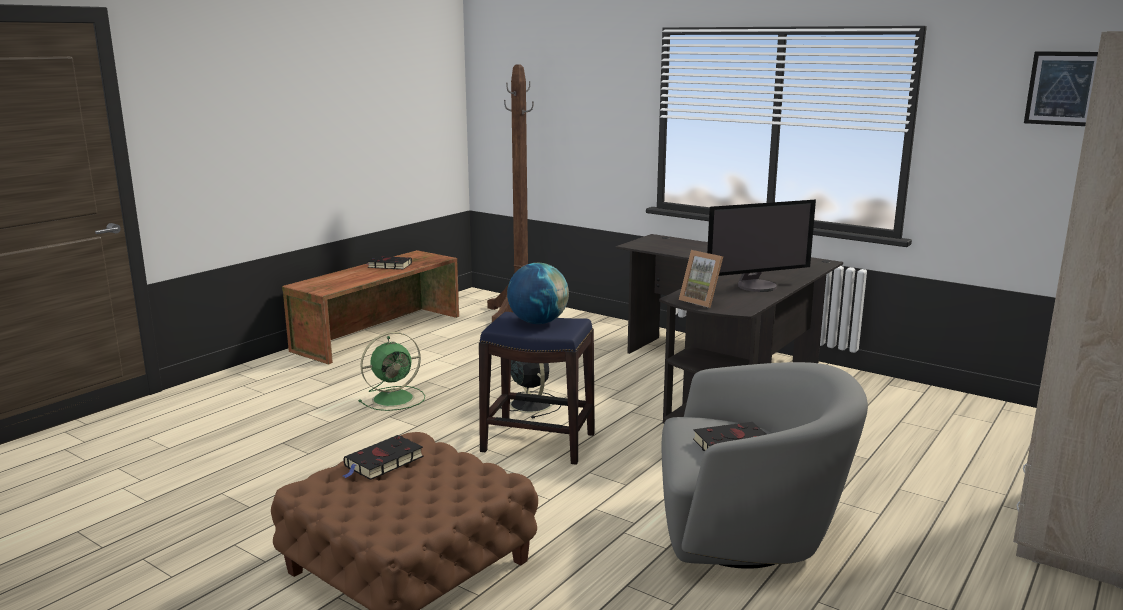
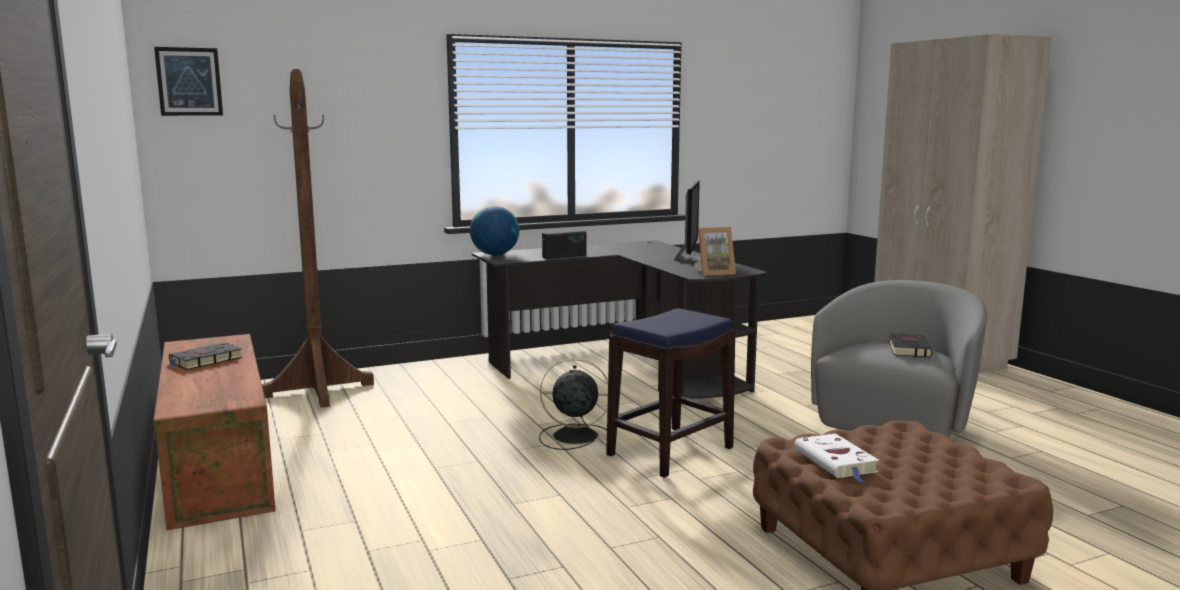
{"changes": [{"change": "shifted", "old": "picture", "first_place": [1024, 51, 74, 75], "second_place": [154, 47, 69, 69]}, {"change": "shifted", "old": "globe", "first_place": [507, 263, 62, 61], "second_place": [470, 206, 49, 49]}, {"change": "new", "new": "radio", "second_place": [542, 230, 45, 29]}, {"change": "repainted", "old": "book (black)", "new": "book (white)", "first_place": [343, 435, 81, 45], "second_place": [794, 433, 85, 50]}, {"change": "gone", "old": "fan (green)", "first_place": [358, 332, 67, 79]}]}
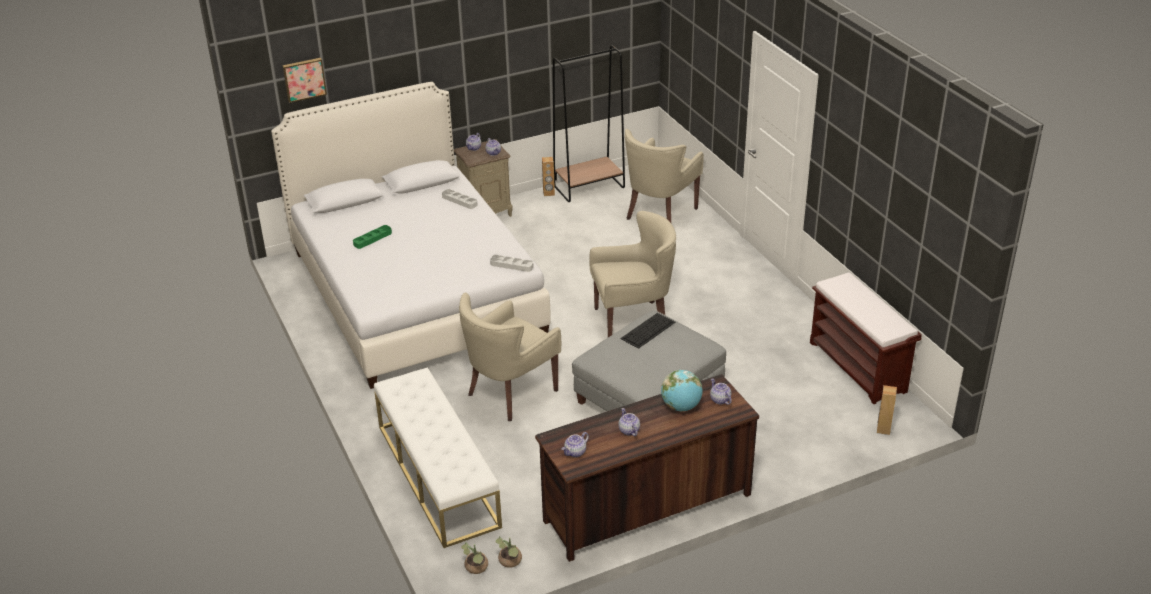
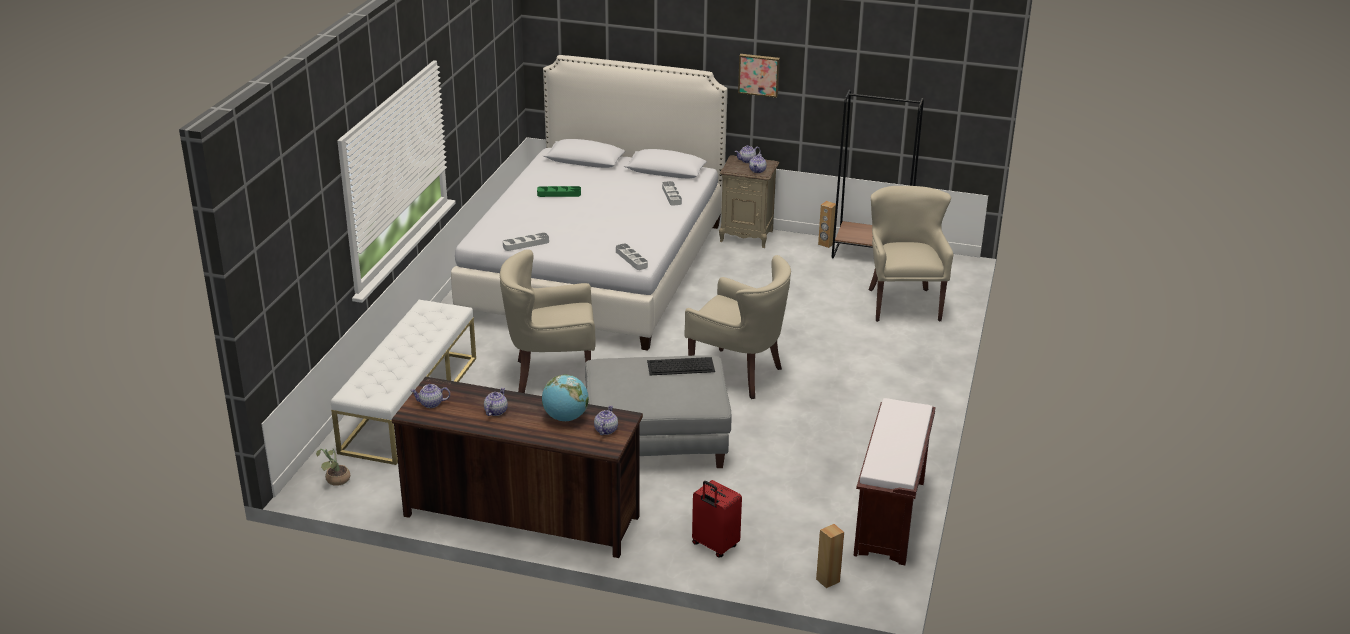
{"changes": [{"change": "new", "new": "tray (grey)", "second_place": [503, 233, 46, 18]}, {"change": "new", "new": "suitcase (red)", "second_place": [692, 480, 50, 77]}, {"change": "shifted", "old": "picture", "first_place": [282, 58, 45, 45], "second_place": [738, 54, 42, 44]}, {"change": "rotated", "old": "armchair (beige)", "first_place": [625, 129, 79, 94], "second_place": [868, 186, 85, 136], "degrees": 105}, {"change": "gone", "old": "potted plant", "first_place": [495, 536, 27, 32]}]}
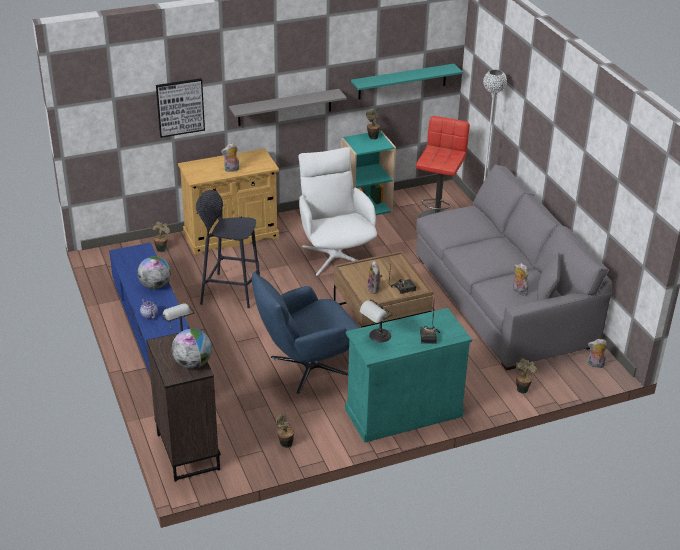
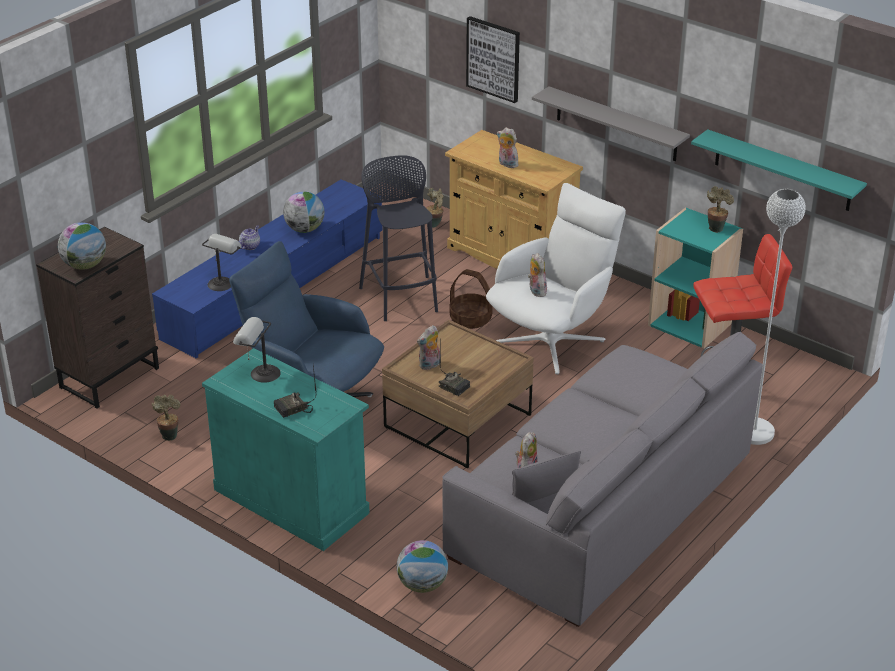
{"changes": [{"change": "swapped", "old": "potted plant", "new": "globe", "first_place": [516, 358, 21, 36], "second_place": [397, 540, 51, 53]}, {"change": "new", "new": "basket", "second_place": [450, 269, 43, 60]}, {"change": "shifted", "old": "plush toy", "first_place": [588, 339, 19, 29], "second_place": [528, 253, 19, 44]}]}
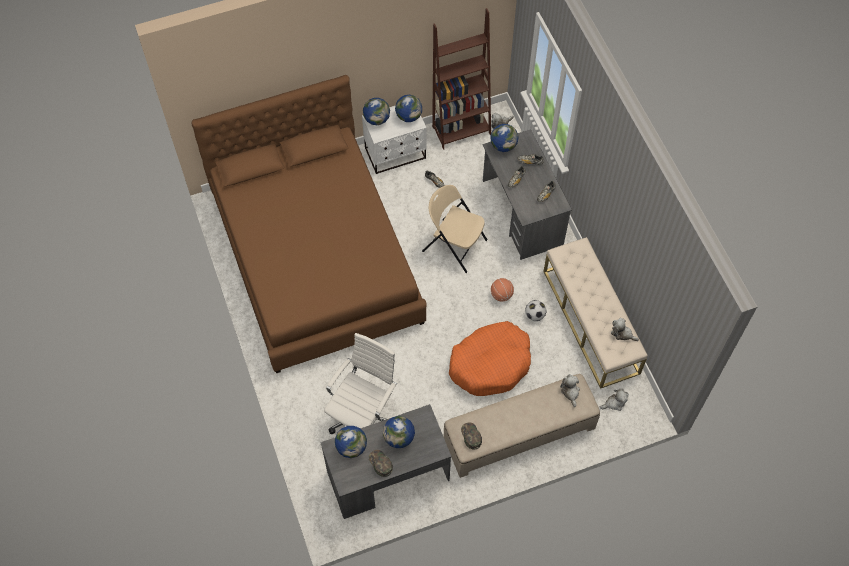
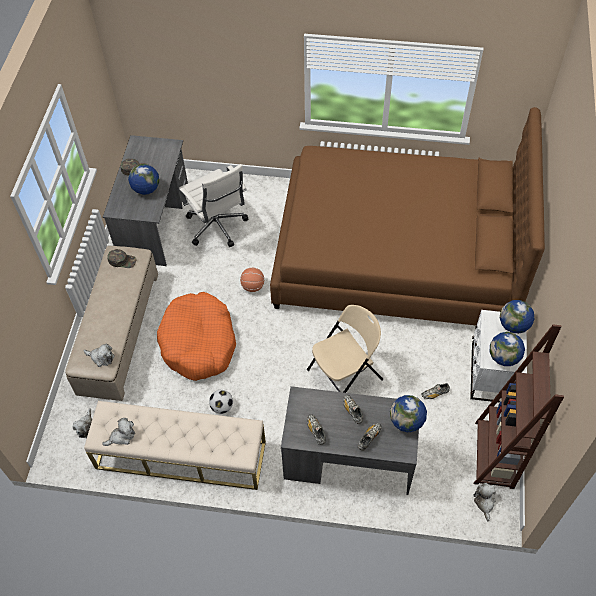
{"changes": [{"change": "shifted", "old": "basketball", "first_place": [491, 278, 23, 24], "second_place": [240, 268, 24, 24]}, {"change": "gone", "old": "globe", "first_place": [335, 426, 32, 32]}]}
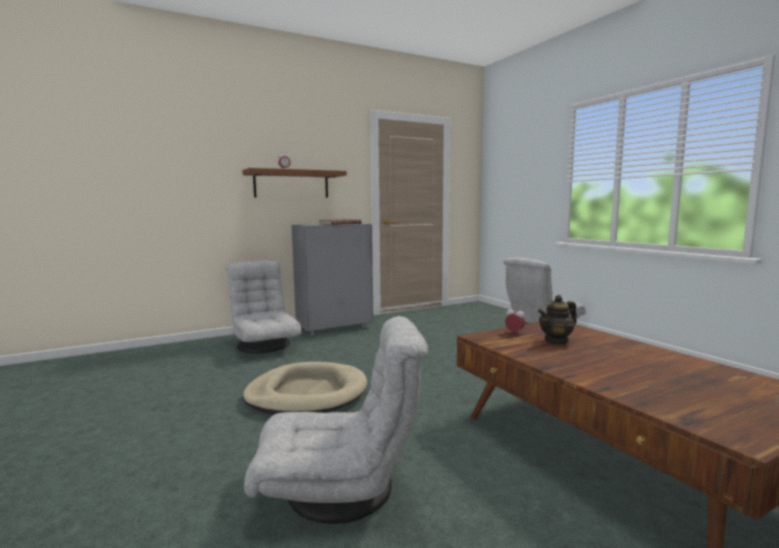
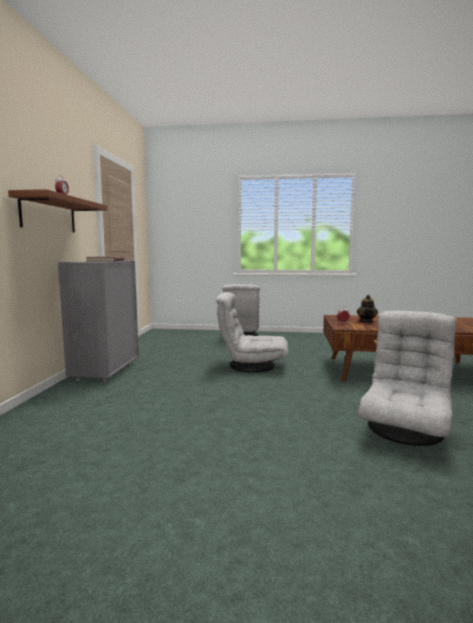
{"changes": [{"change": "shifted", "old": "armchair (grey)", "first_place": [225, 260, 76, 93], "second_place": [216, 292, 73, 81]}, {"change": "gone", "old": "dog bed (beige)", "first_place": [243, 362, 124, 53]}]}
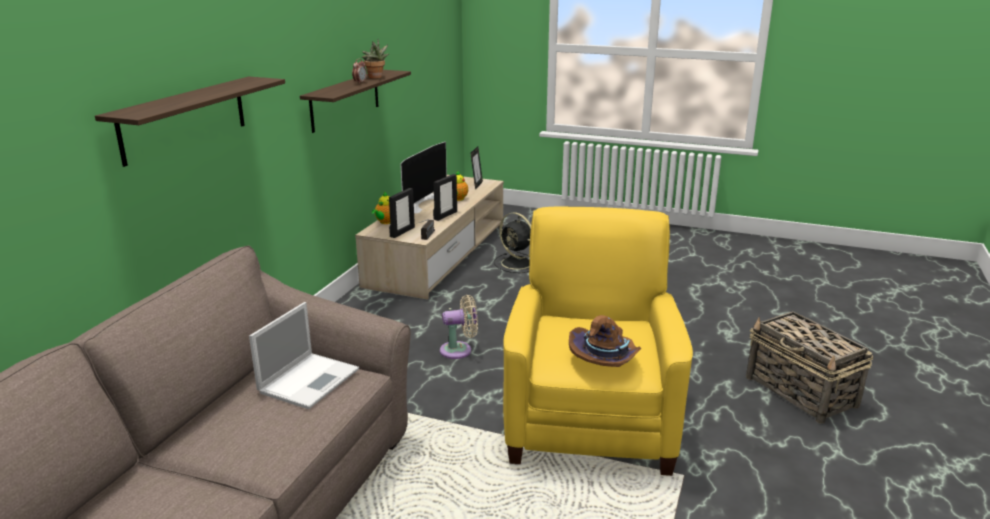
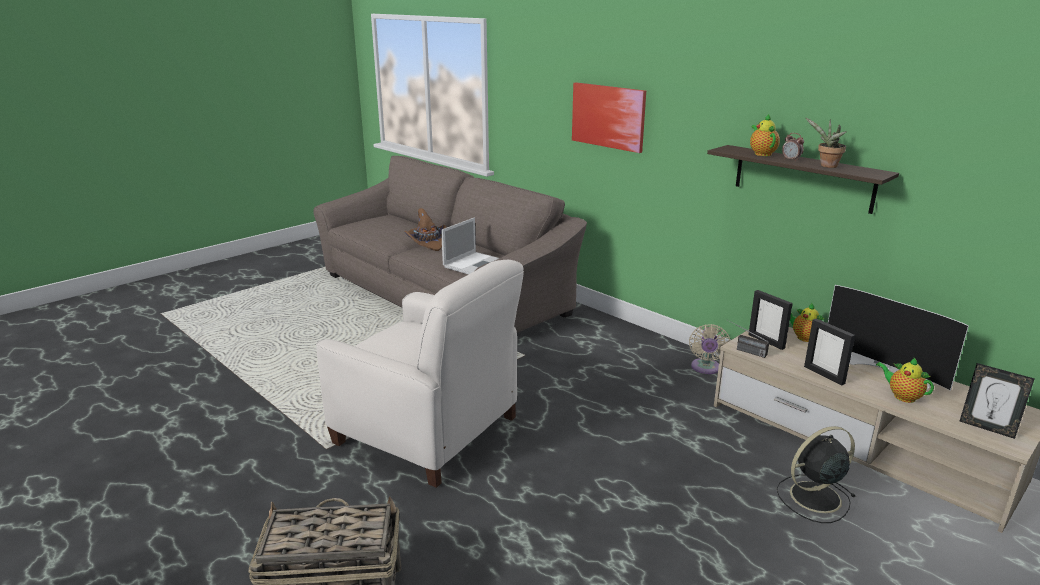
{"changes": [{"change": "repainted", "old": "armchair (yellow)", "new": "armchair (white)", "first_place": [503, 206, 190, 270], "second_place": [316, 260, 208, 228]}, {"change": "shifted", "old": "hat (brown)", "first_place": [569, 315, 72, 52], "second_place": [404, 208, 42, 43]}, {"change": "rotated", "old": "laptop", "first_place": [249, 302, 110, 107], "second_place": [441, 218, 58, 57], "degrees": -105}, {"change": "swapped", "old": "shelf", "new": "picture", "first_place": [95, 76, 190, 91], "second_place": [572, 82, 74, 71]}, {"change": "shifted", "old": "fan (beige)", "first_place": [440, 295, 38, 64], "second_place": [689, 324, 41, 50]}, {"change": "new", "new": "teapot", "second_place": [750, 114, 30, 42]}]}
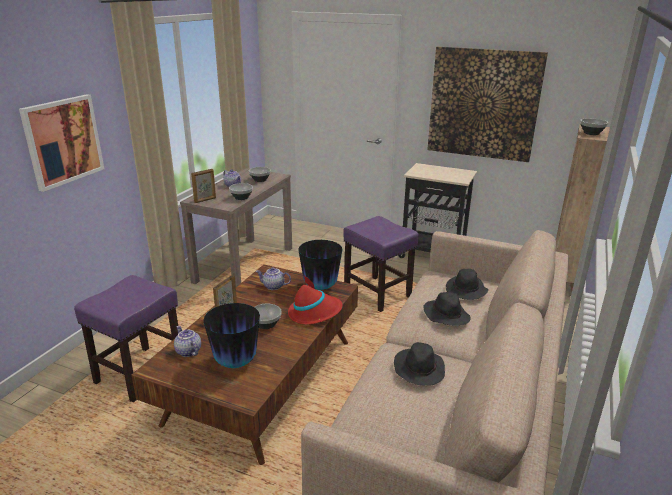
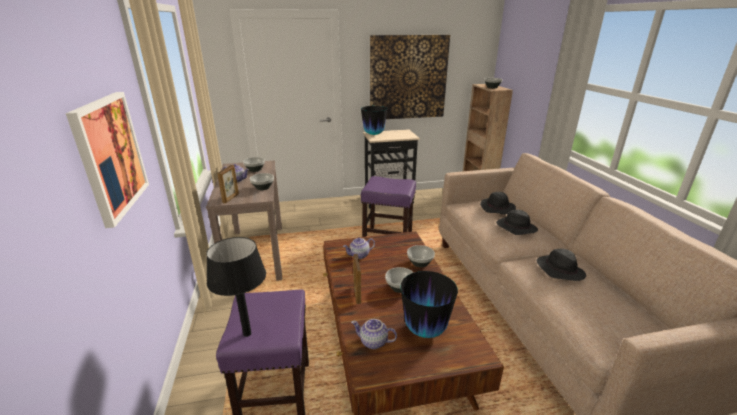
{"changes": [{"change": "new", "new": "table lamp (black)", "second_place": [206, 237, 60, 100]}, {"change": "shifted", "old": "vase", "first_place": [298, 240, 45, 50], "second_place": [361, 106, 26, 29]}, {"change": "swapped", "old": "hat (red)", "new": "bowl", "first_place": [288, 276, 55, 49], "second_place": [407, 245, 28, 23]}]}
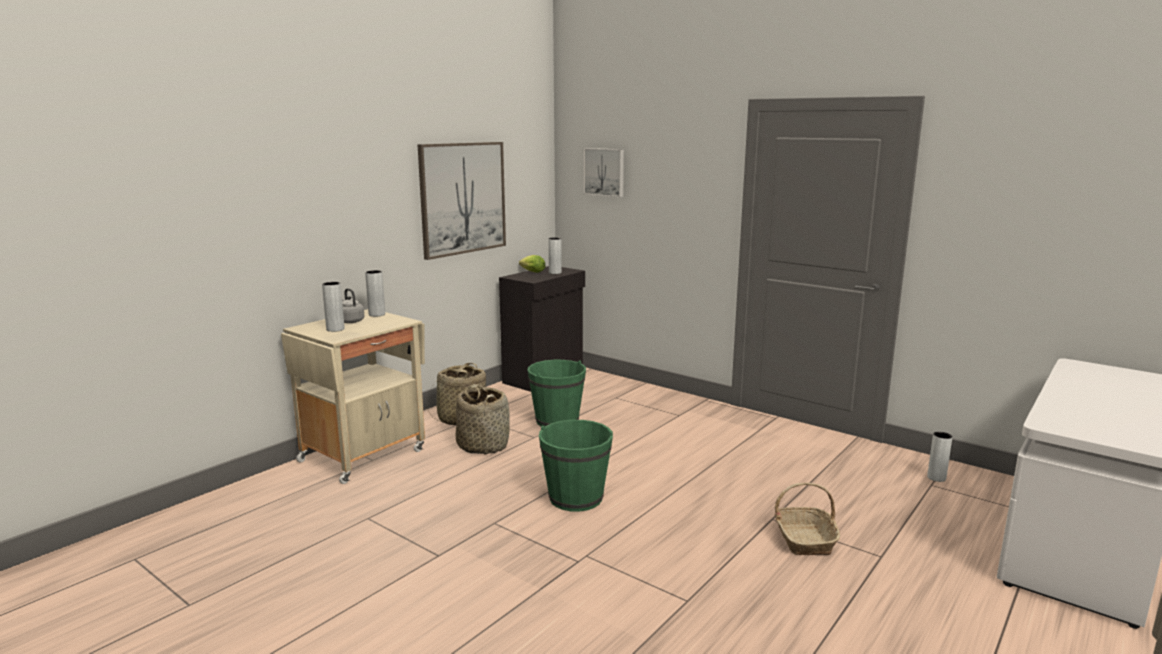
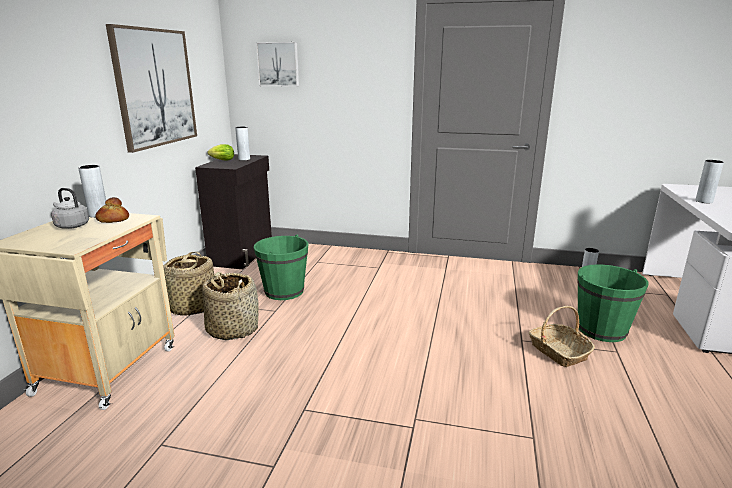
{"changes": [{"change": "new", "new": "bread", "second_place": [95, 197, 34, 26]}, {"change": "shifted", "old": "bucket (green)", "first_place": [539, 420, 74, 92], "second_place": [577, 264, 72, 78]}, {"change": "shifted", "old": "vase (grey)", "first_place": [322, 282, 23, 50], "second_place": [696, 160, 28, 43]}]}
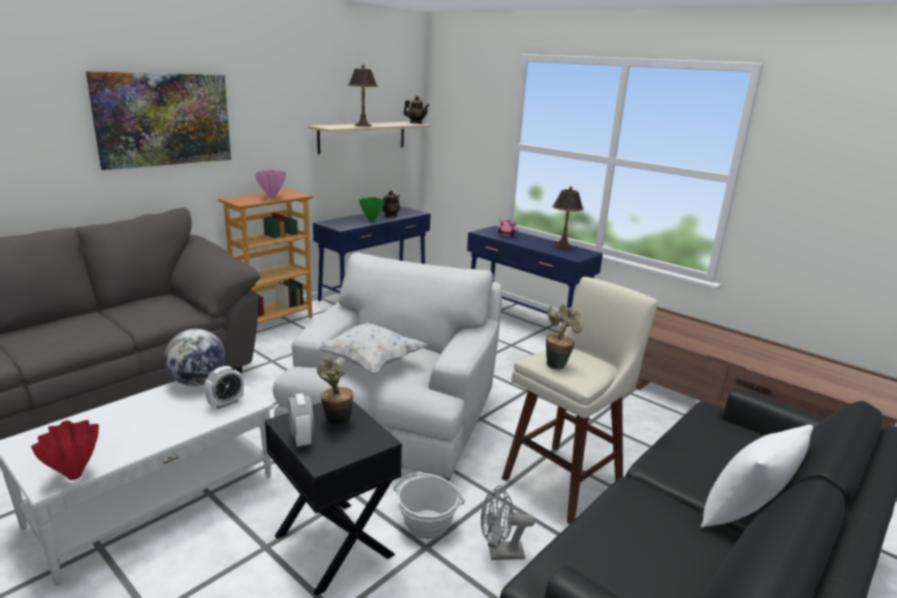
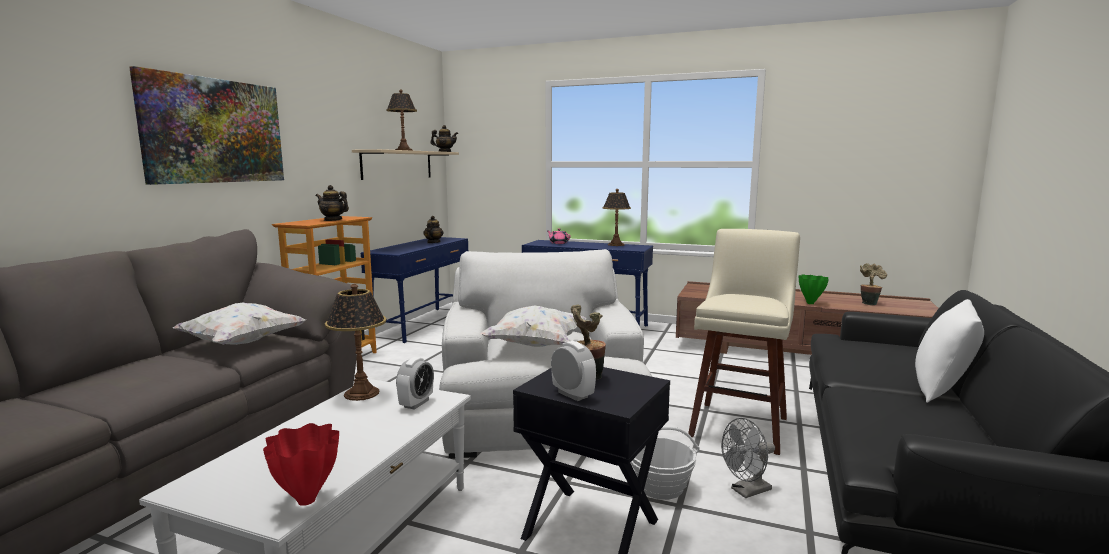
{"changes": [{"change": "new", "new": "pillow (white)", "second_place": [173, 303, 133, 42]}, {"change": "swapped", "old": "vase (pink)", "new": "teapot", "first_place": [255, 170, 31, 29], "second_place": [316, 185, 33, 36]}, {"change": "swapped", "old": "globe", "new": "table lamp", "first_place": [164, 329, 62, 57], "second_place": [325, 284, 62, 117]}, {"change": "shifted", "old": "vase (green)", "first_place": [359, 197, 26, 25], "second_place": [799, 274, 30, 30]}, {"change": "shifted", "old": "potted plant", "first_place": [546, 304, 37, 65], "second_place": [860, 263, 27, 43]}]}
